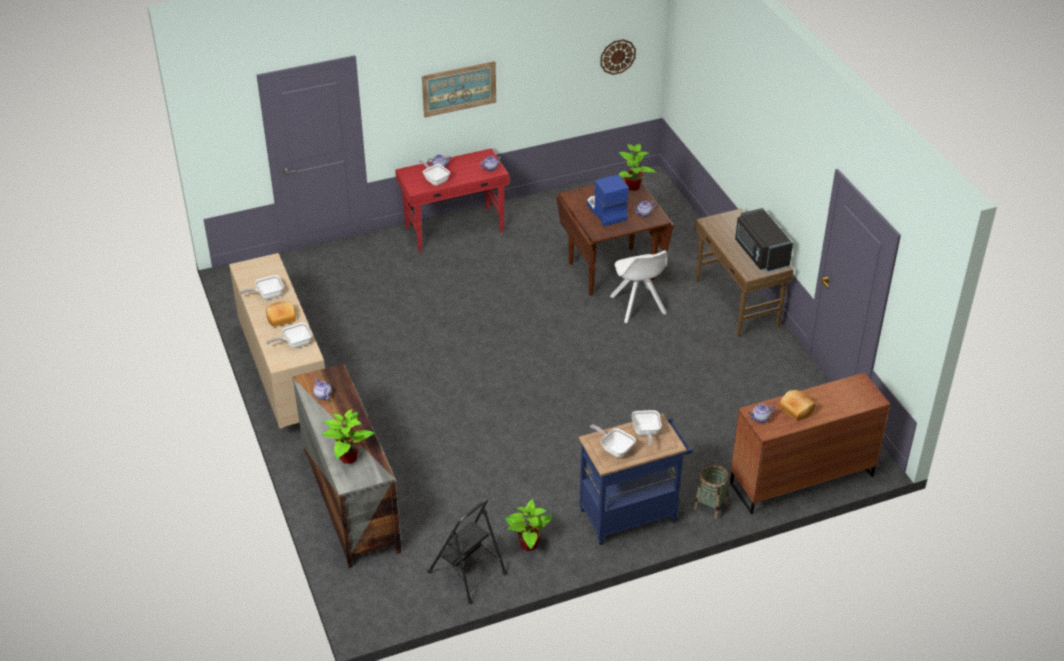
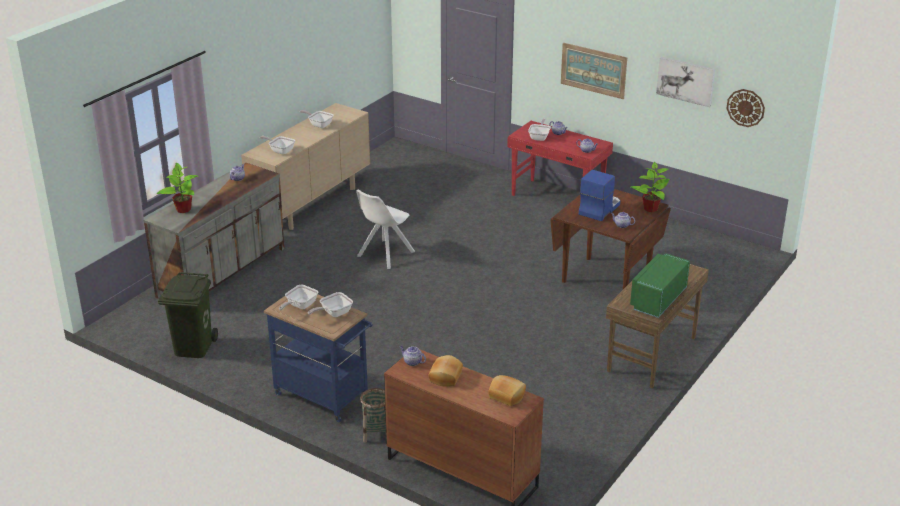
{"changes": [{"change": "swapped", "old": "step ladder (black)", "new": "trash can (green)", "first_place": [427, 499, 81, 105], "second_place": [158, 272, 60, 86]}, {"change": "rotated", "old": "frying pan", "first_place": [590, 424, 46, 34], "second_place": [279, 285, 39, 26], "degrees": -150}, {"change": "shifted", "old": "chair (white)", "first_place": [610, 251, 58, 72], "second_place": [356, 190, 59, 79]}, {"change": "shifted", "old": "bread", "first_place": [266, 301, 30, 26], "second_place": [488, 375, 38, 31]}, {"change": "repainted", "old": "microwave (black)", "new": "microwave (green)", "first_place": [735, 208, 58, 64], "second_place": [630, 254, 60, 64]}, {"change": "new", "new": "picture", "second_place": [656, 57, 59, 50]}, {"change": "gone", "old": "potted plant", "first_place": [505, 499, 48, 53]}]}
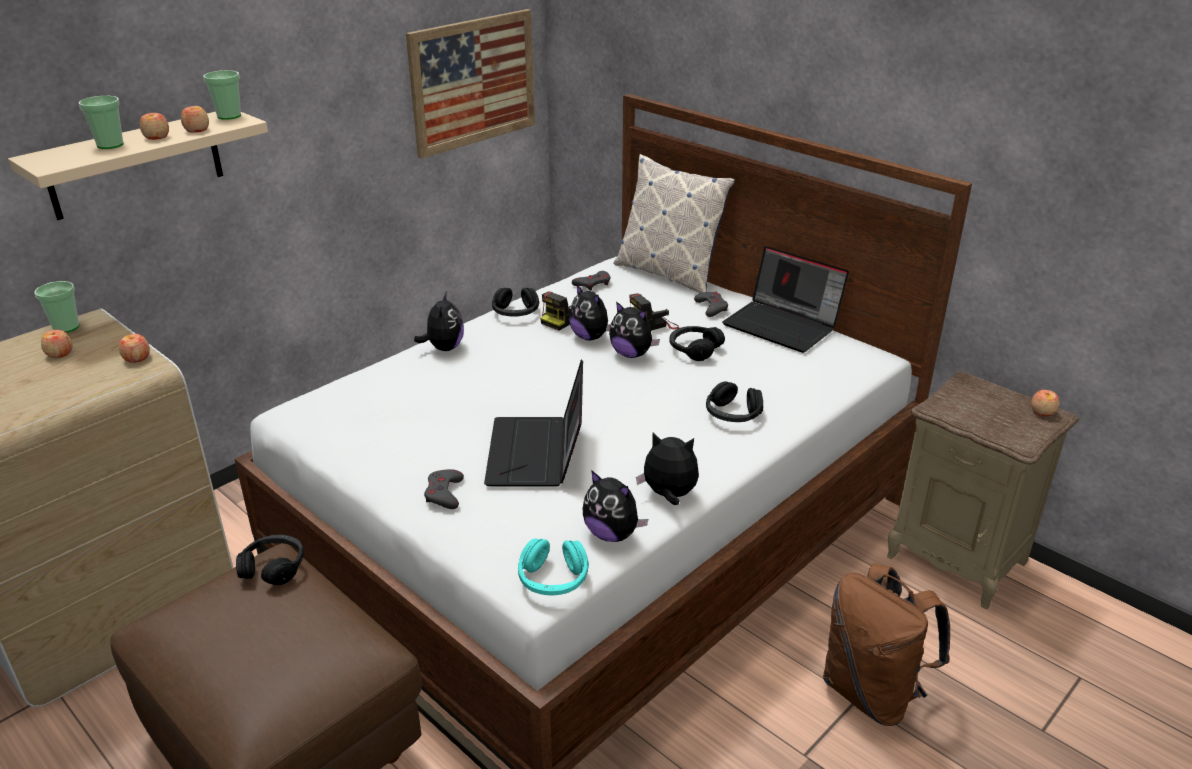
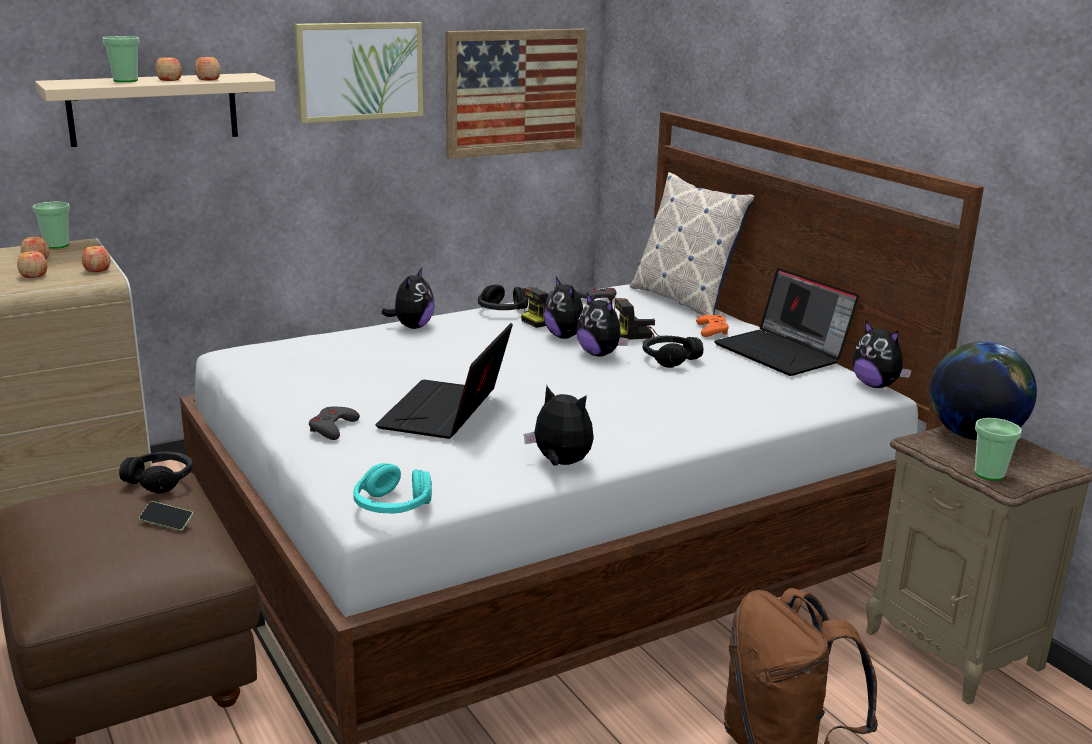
{"changes": [{"change": "shifted", "old": "apple", "first_place": [1031, 390, 28, 26], "second_place": [17, 251, 30, 27]}, {"change": "new", "new": "phone", "second_place": [139, 501, 54, 30]}, {"change": "new", "new": "picture", "second_place": [294, 22, 129, 101]}, {"change": "repainted", "old": "game controller (grey)", "new": "game controller (orange)", "first_place": [694, 292, 34, 25], "second_place": [696, 314, 33, 23]}, {"change": "shifted", "old": "plush toy", "first_place": [583, 470, 65, 72], "second_place": [852, 321, 60, 67]}, {"change": "new", "new": "globe", "second_place": [929, 342, 108, 98]}, {"change": "shifted", "old": "cup", "first_place": [203, 70, 38, 50], "second_place": [974, 418, 48, 63]}, {"change": "gone", "old": "headphones (black)", "first_place": [706, 382, 57, 40]}]}
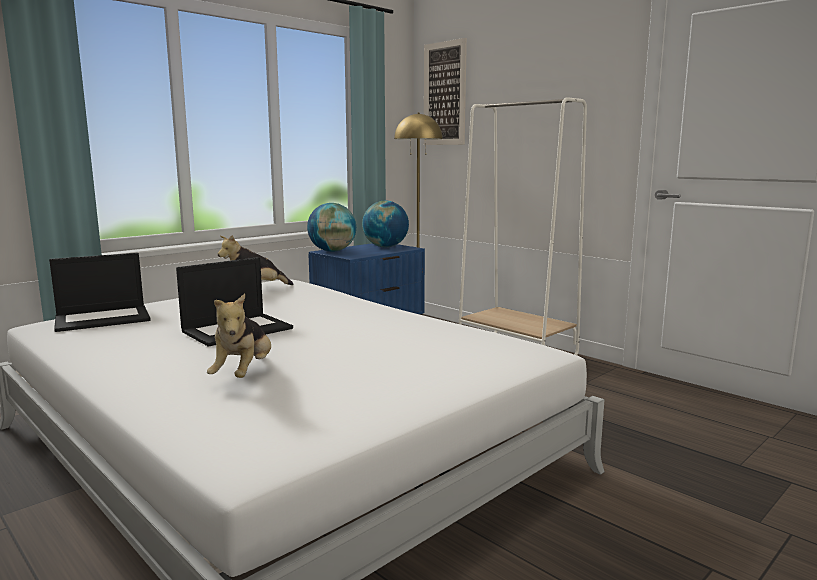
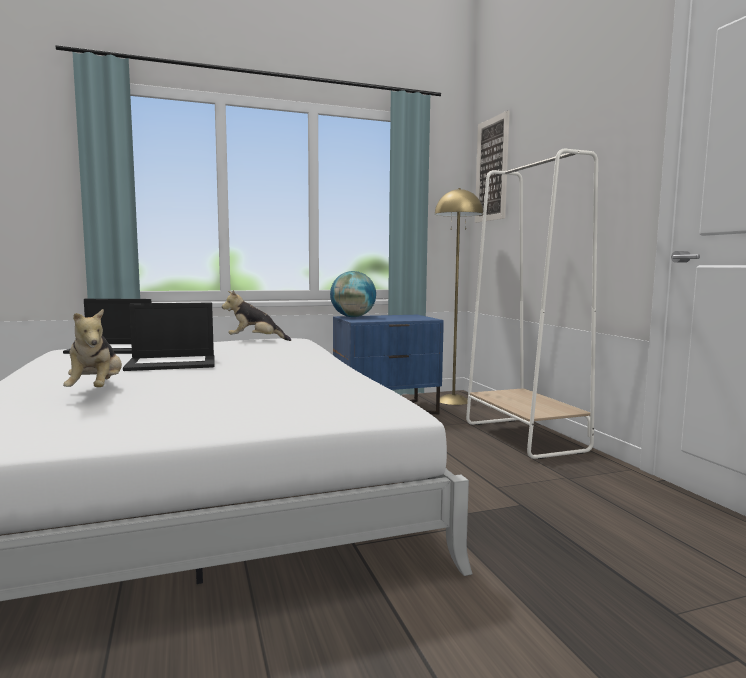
{"changes": [{"change": "rotated", "old": "plush toy", "first_place": [207, 294, 64, 84], "second_place": [63, 309, 59, 78], "degrees": -45}, {"change": "gone", "old": "globe", "first_place": [362, 201, 47, 46]}]}
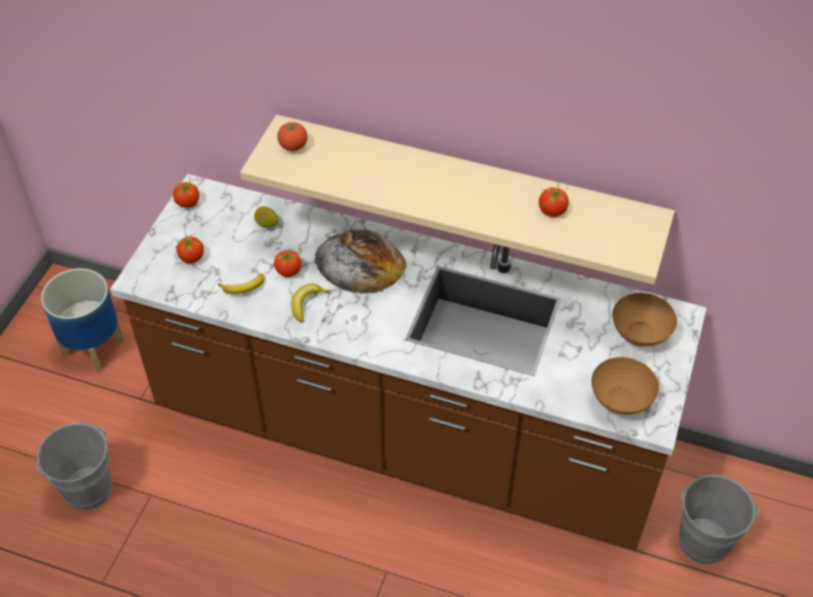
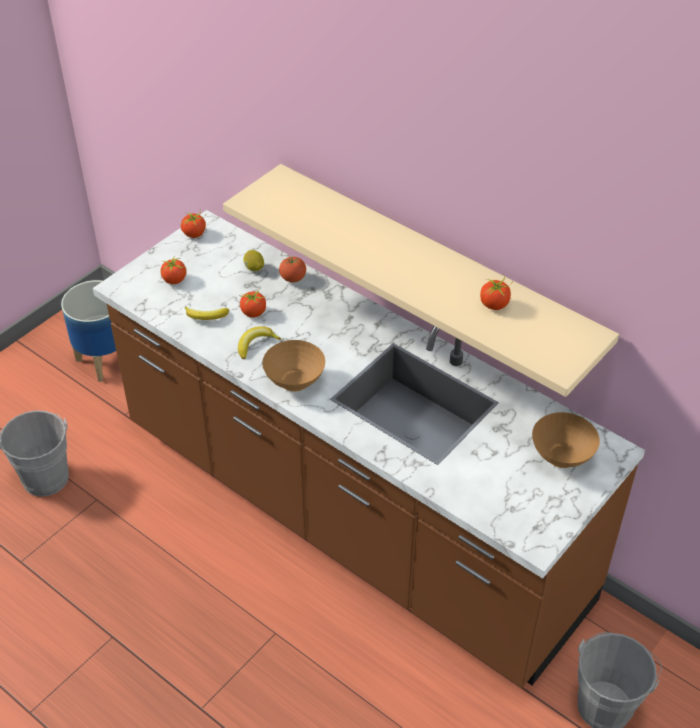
{"changes": [{"change": "shifted", "old": "bowl (brown)", "first_place": [591, 357, 68, 58], "second_place": [262, 340, 63, 52]}, {"change": "shifted", "old": "tomato", "first_place": [277, 122, 31, 29], "second_place": [279, 257, 27, 25]}, {"change": "gone", "old": "bread", "first_place": [315, 229, 92, 65]}]}
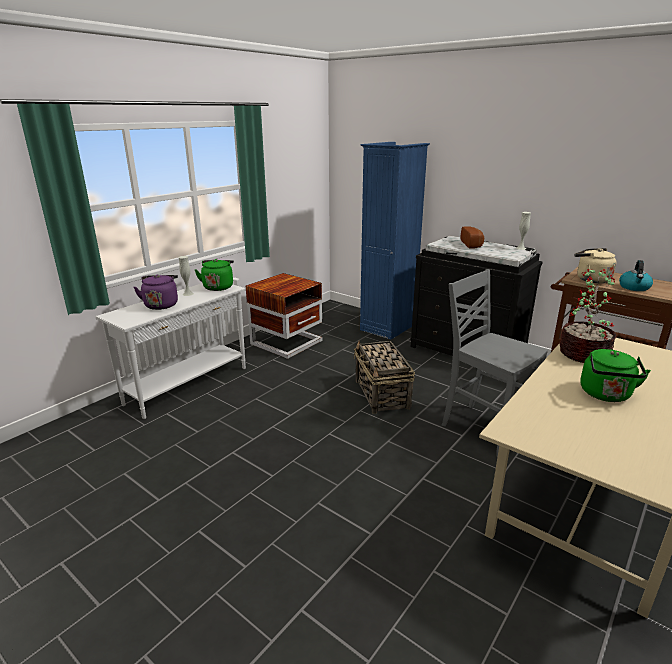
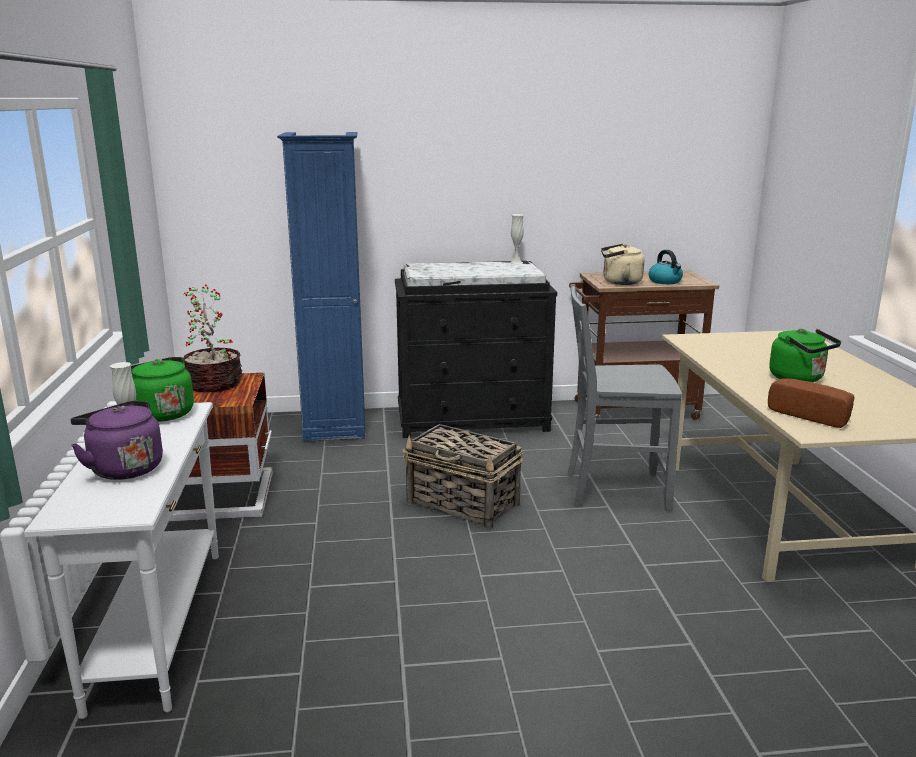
{"changes": [{"change": "shifted", "old": "potted plant", "first_place": [559, 269, 57, 94], "second_place": [183, 285, 59, 108]}, {"change": "shifted", "old": "bread", "first_place": [461, 226, 23, 23], "second_place": [768, 378, 86, 50]}]}
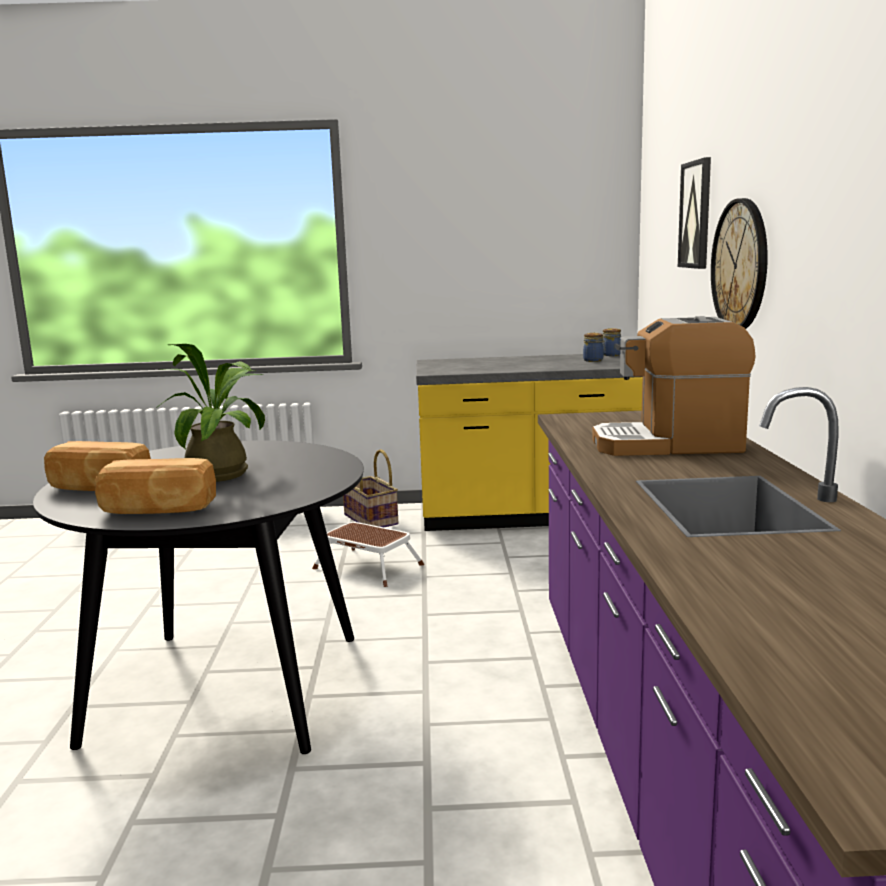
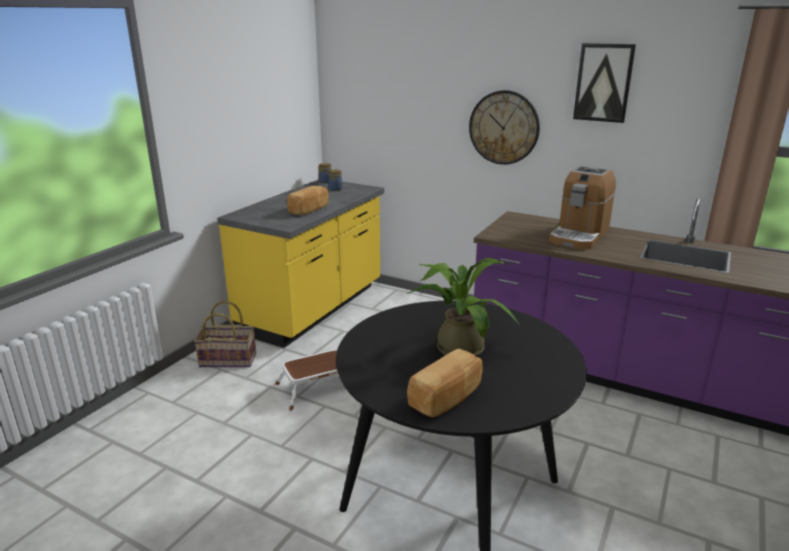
{"changes": [{"change": "shifted", "old": "bread", "first_place": [95, 458, 121, 56], "second_place": [287, 186, 41, 29]}, {"change": "shifted", "old": "picture", "first_place": [678, 157, 33, 112], "second_place": [573, 43, 63, 80]}]}
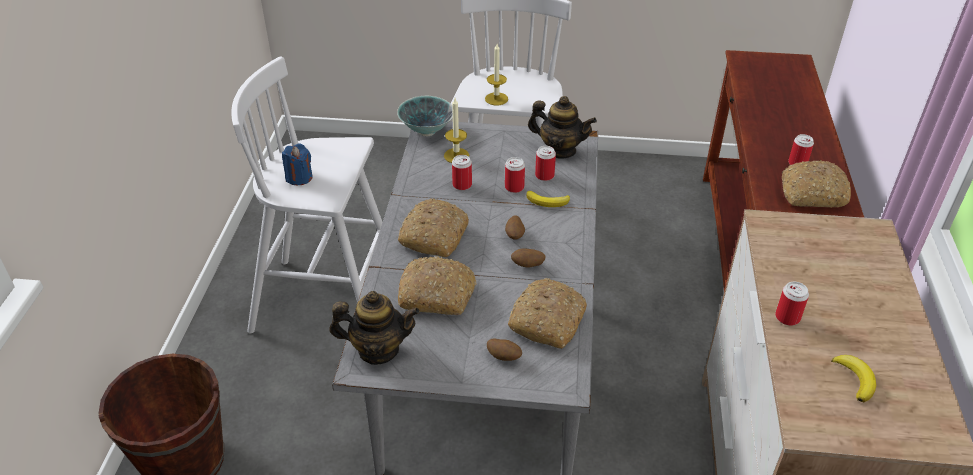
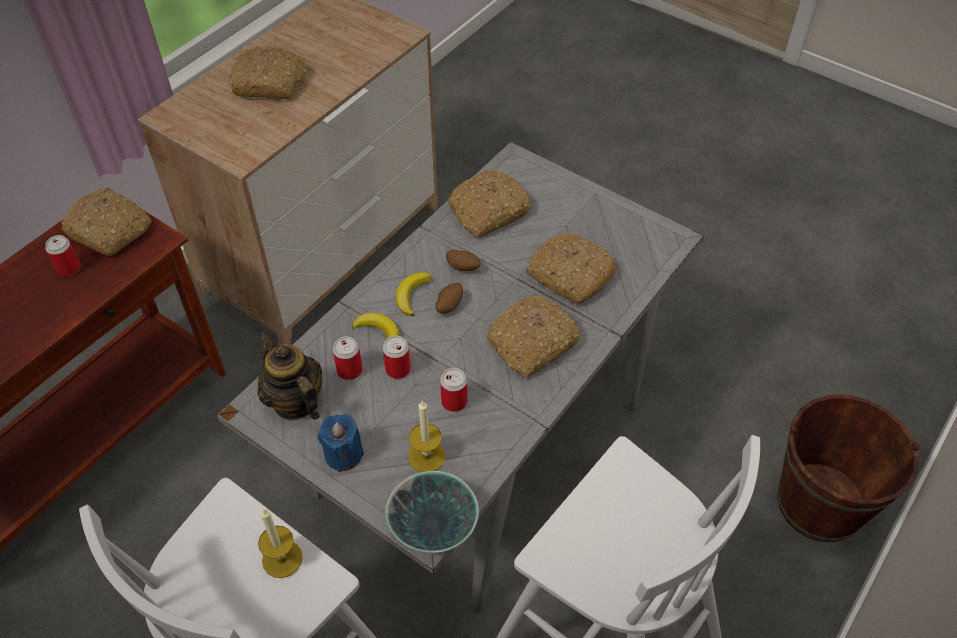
{"changes": [{"change": "new", "new": "bread", "second_place": [230, 45, 76, 54]}, {"change": "shifted", "old": "candle (blue)", "first_place": [282, 143, 31, 42], "second_place": [318, 414, 46, 58]}, {"change": "shifted", "old": "banana", "first_place": [831, 355, 45, 47], "second_place": [396, 273, 36, 43]}, {"change": "gone", "old": "teapot", "first_place": [330, 291, 90, 74]}, {"change": "gone", "old": "potato", "first_place": [487, 338, 35, 23]}, {"change": "gone", "old": "can", "first_place": [775, 282, 34, 44]}]}
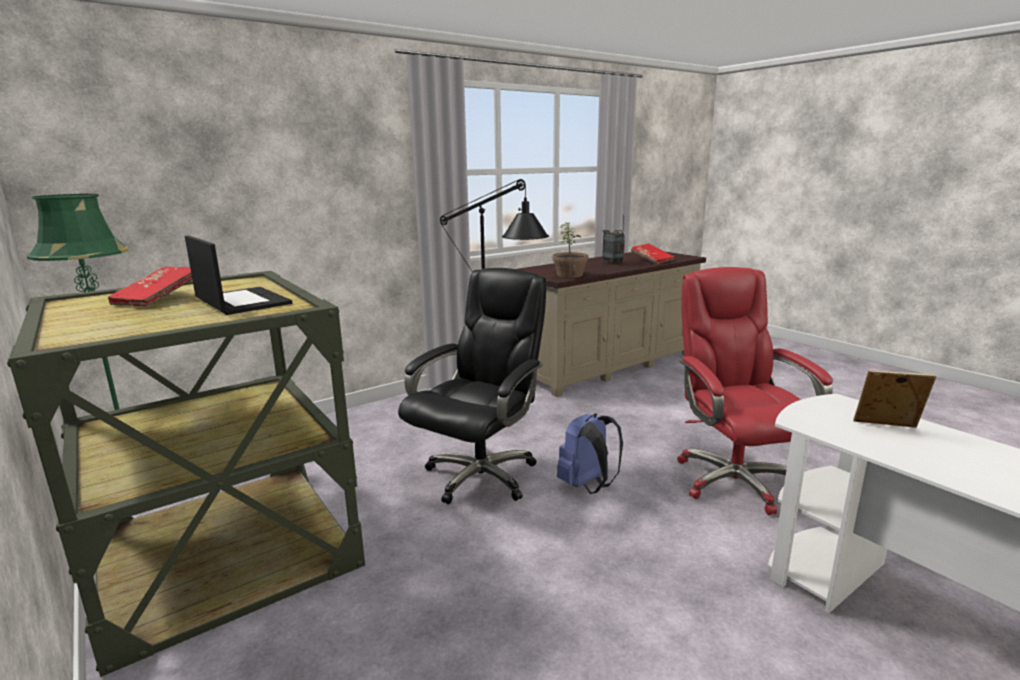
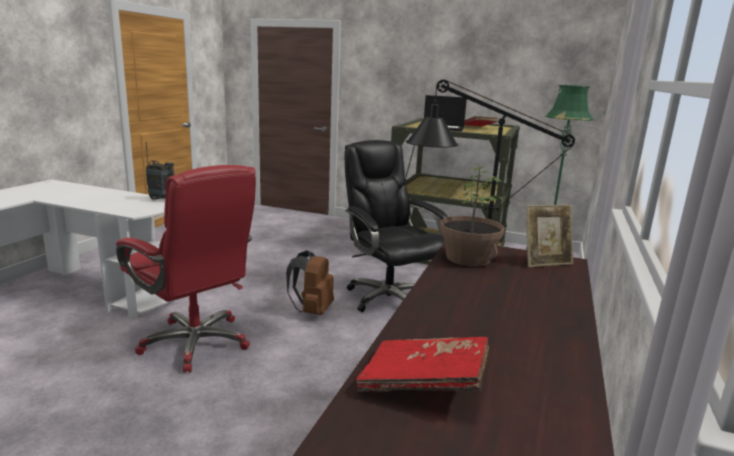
{"changes": [{"change": "shifted", "old": "radio", "first_place": [602, 215, 23, 49], "second_place": [146, 142, 28, 57]}, {"change": "repainted", "old": "backpack (blue)", "new": "backpack (brown)", "first_place": [557, 414, 66, 80], "second_place": [286, 250, 48, 65]}, {"change": "rotated", "old": "office chair (black)", "first_place": [398, 268, 148, 236], "second_place": [345, 140, 103, 172], "degrees": 150}, {"change": "shifted", "old": "picture frame", "first_place": [853, 370, 83, 58], "second_place": [526, 205, 47, 62]}]}
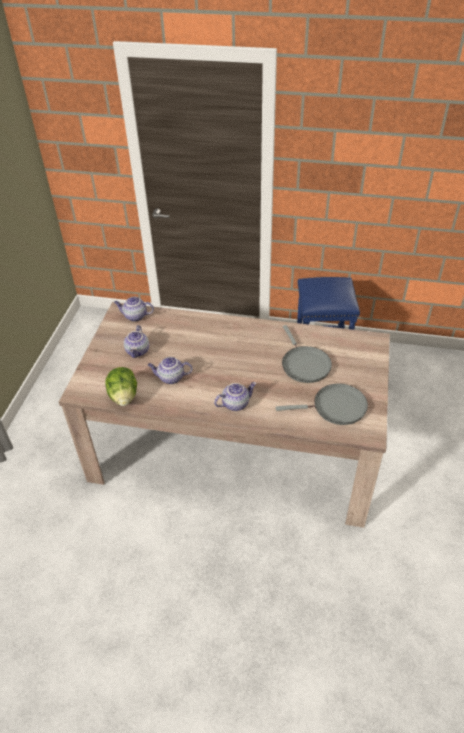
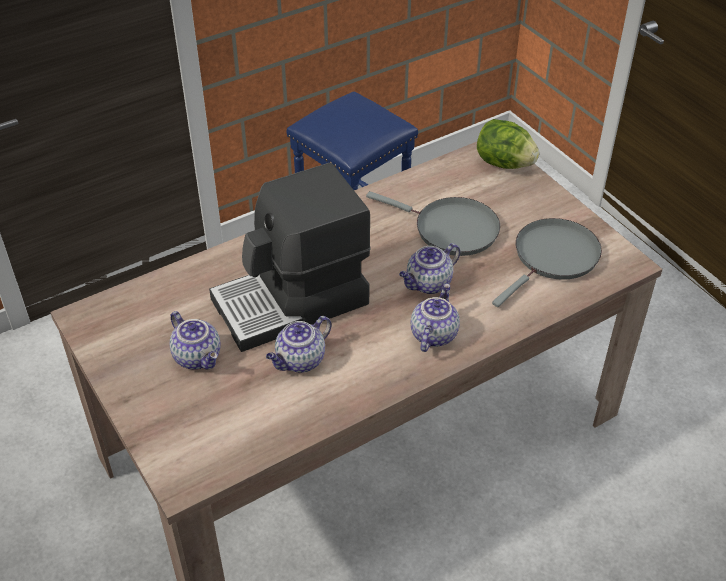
{"changes": [{"change": "new", "new": "coffee machine", "second_place": [209, 163, 162, 189]}, {"change": "shifted", "old": "teapot", "first_place": [114, 297, 40, 25], "second_place": [399, 243, 61, 51]}, {"change": "shifted", "old": "lettuce", "first_place": [105, 367, 32, 39], "second_place": [477, 119, 62, 50]}]}
